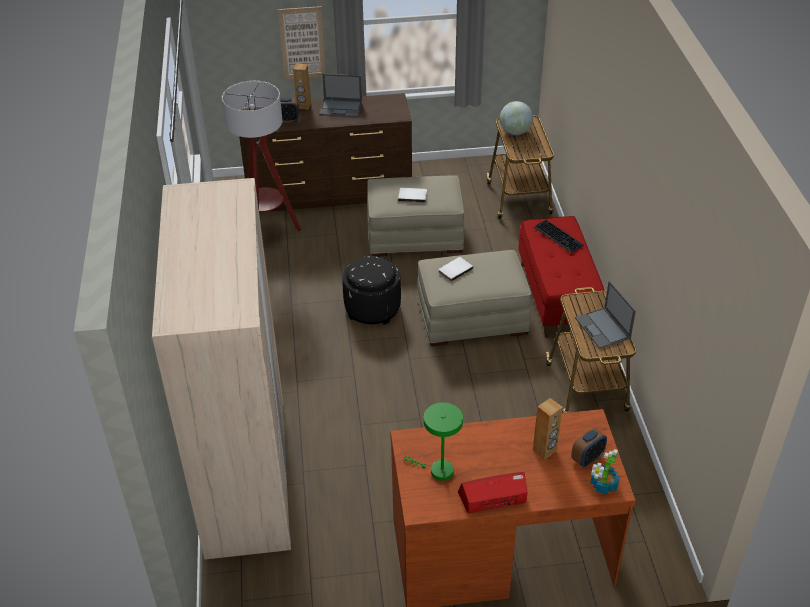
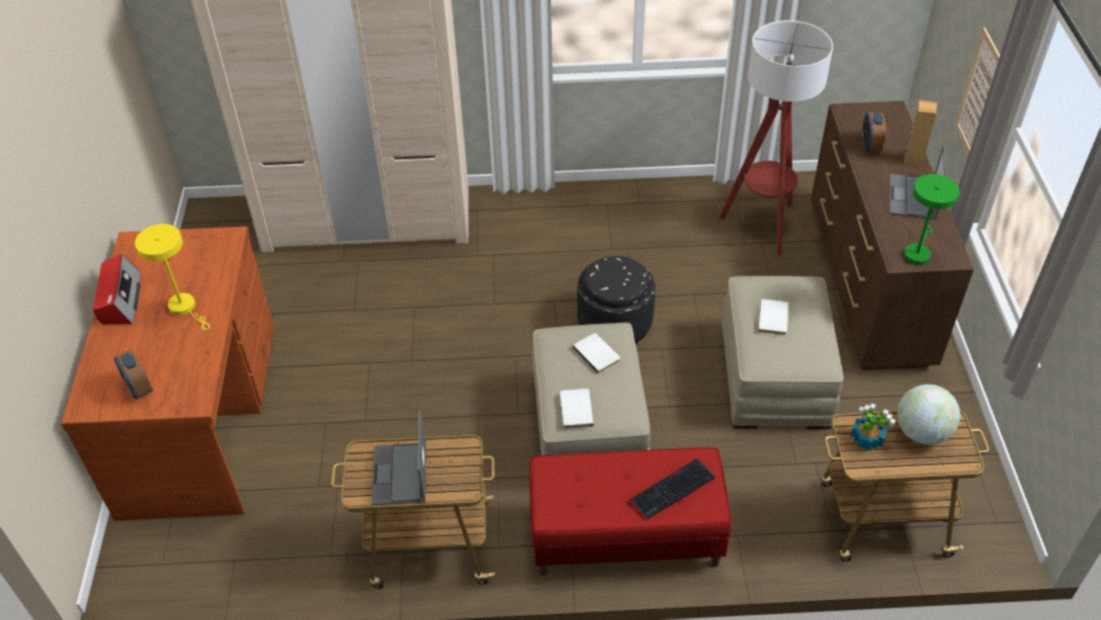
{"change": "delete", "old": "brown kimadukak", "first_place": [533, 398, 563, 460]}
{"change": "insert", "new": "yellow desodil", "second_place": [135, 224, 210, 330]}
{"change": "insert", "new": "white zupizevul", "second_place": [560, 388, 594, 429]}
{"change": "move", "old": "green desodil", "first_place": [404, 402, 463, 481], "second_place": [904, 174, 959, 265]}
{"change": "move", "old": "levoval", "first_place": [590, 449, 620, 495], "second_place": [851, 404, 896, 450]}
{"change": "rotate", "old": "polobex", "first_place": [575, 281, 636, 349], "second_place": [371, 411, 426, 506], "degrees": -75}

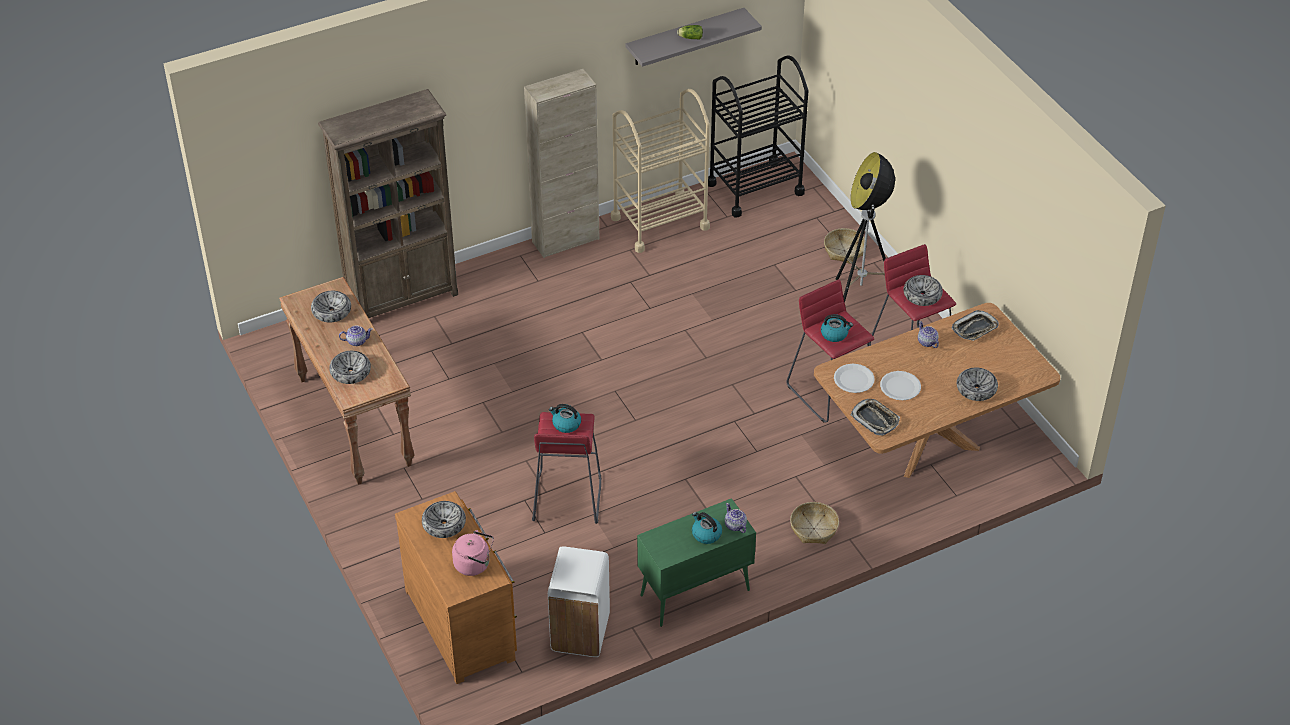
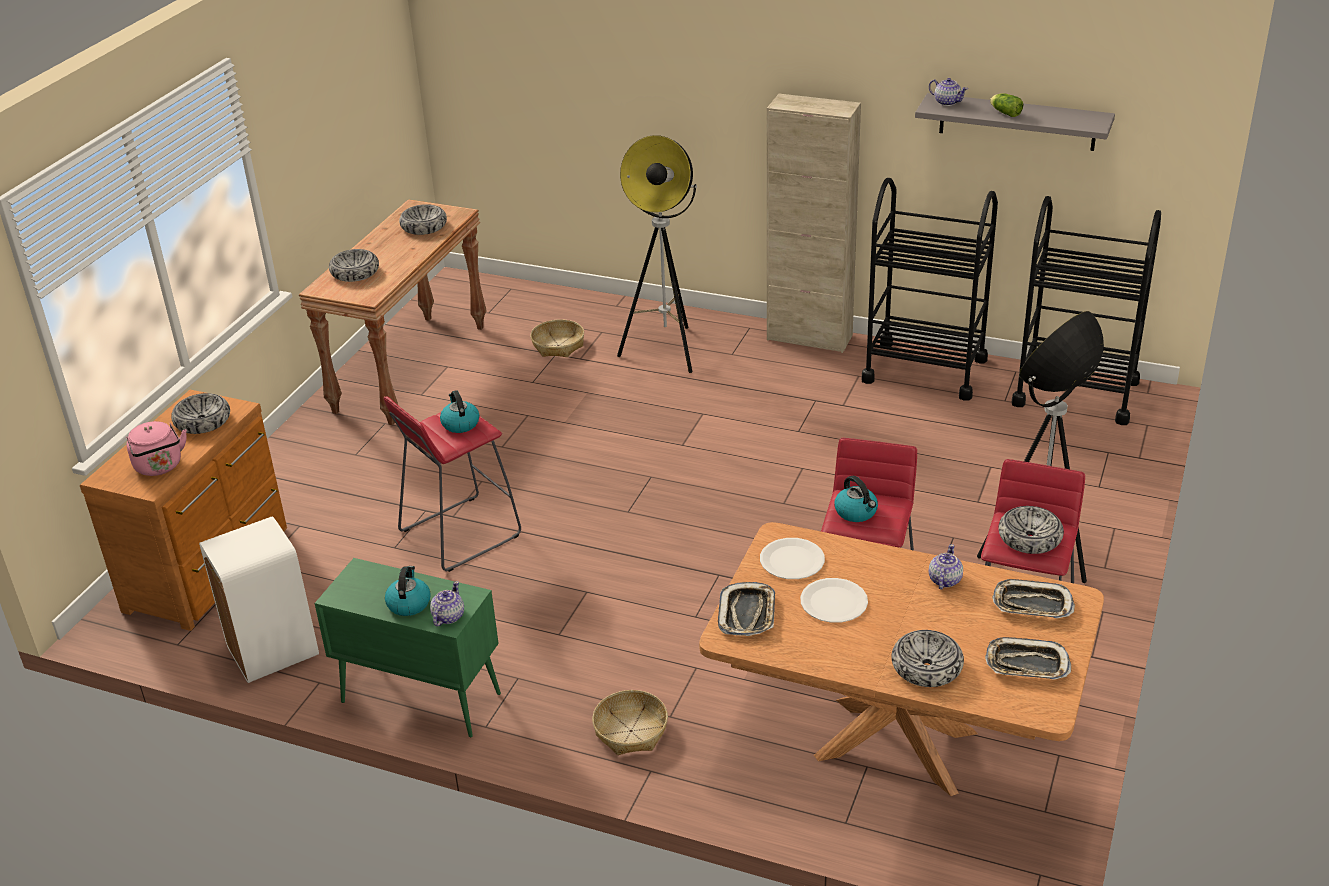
{"change": "delete", "old": "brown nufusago", "first_place": [318, 89, 458, 318]}
{"change": "insert", "new": "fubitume", "second_place": [617, 135, 697, 373]}
{"change": "insert", "new": "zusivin", "second_place": [985, 637, 1071, 680]}
{"change": "move", "old": "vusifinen", "first_place": [339, 325, 373, 346], "second_place": [929, 78, 968, 106]}
{"change": "move", "old": "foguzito", "first_place": [824, 228, 865, 264], "second_place": [530, 319, 584, 357]}
{"change": "recolor", "old": "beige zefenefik", "new": "black zefenefik", "first_place": [611, 89, 710, 253], "second_place": [862, 178, 998, 401]}

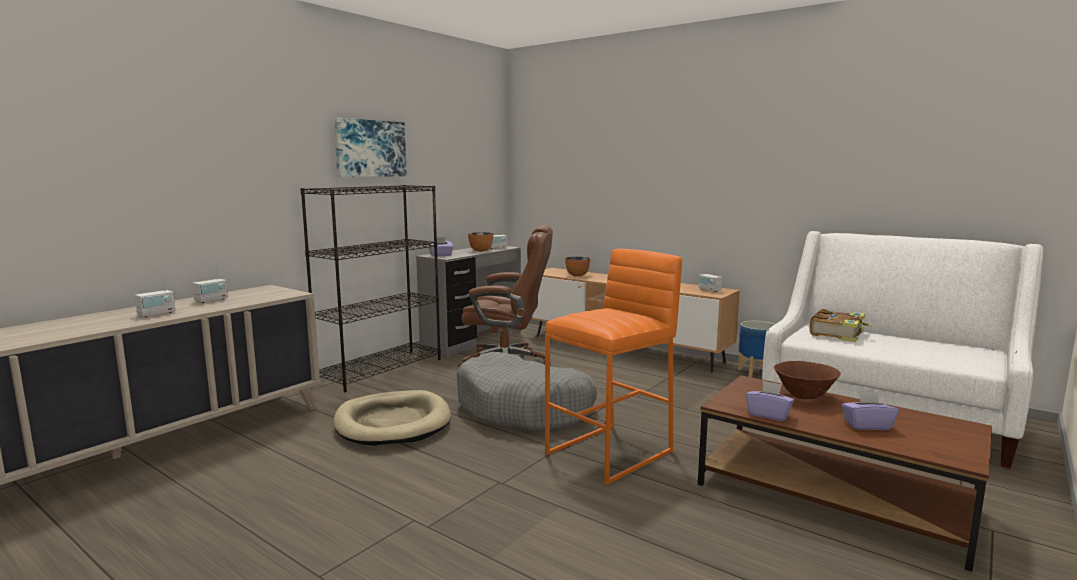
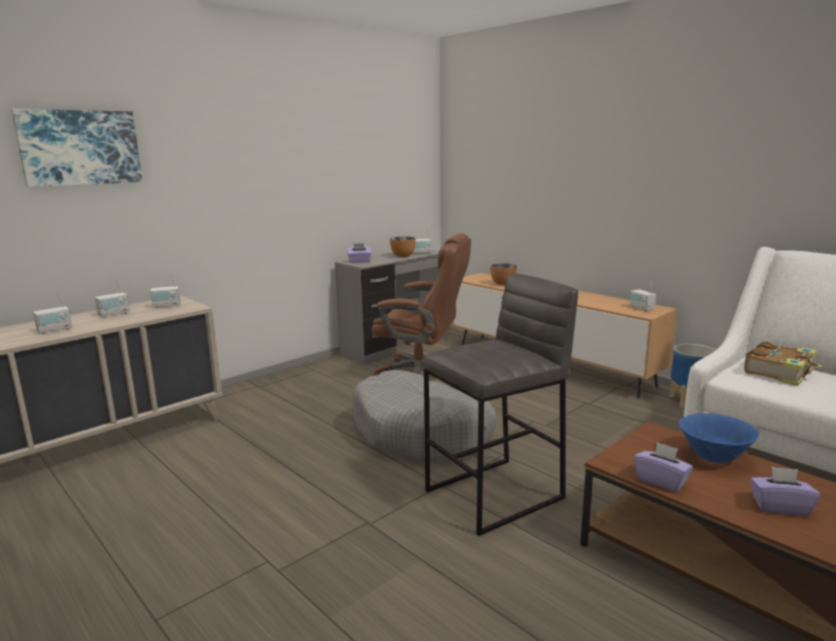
{"change": "delete", "old": "black nufusago", "first_place": [300, 185, 441, 392]}
{"change": "delete", "old": "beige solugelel", "first_place": [333, 390, 451, 446]}
{"change": "insert", "new": "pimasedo", "second_place": [150, 273, 181, 308]}
{"change": "move", "old": "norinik", "first_place": [334, 118, 407, 177], "second_place": [11, 109, 142, 187]}
{"change": "recolor", "old": "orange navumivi", "new": "grey navumivi", "first_place": [545, 249, 682, 485], "second_place": [424, 273, 578, 536]}
{"change": "recolor", "old": "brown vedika", "new": "blue vedika", "first_place": [774, 361, 841, 399], "second_place": [679, 413, 759, 462]}

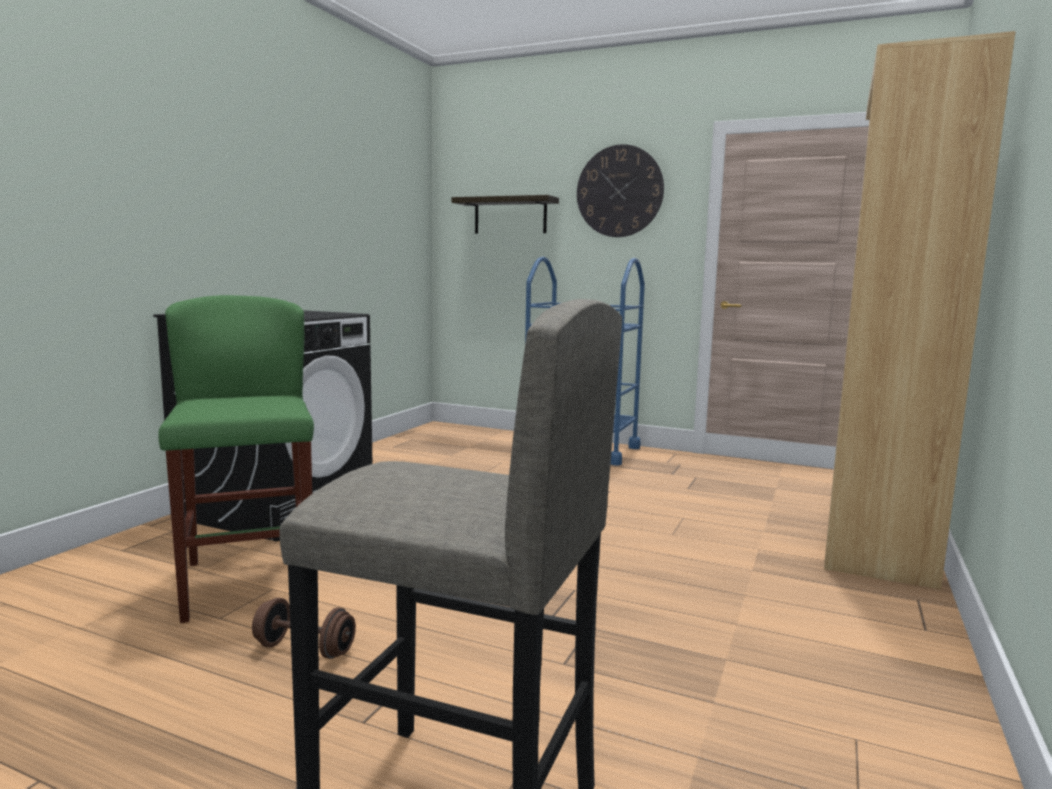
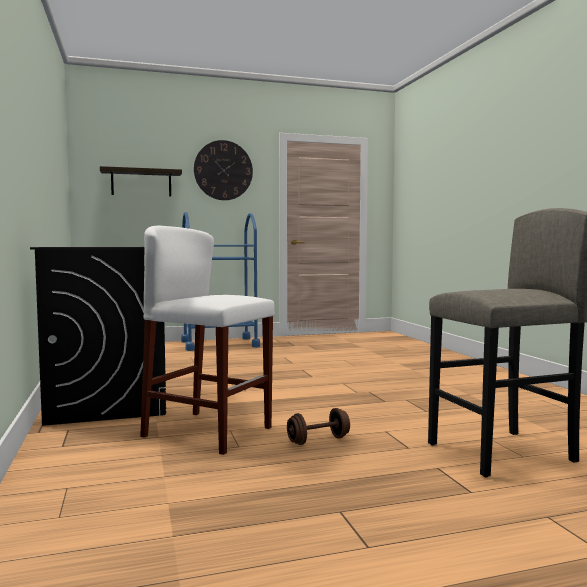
{"change": "delete", "old": "brown nufusago", "first_place": [824, 31, 1016, 590]}
{"change": "recolor", "old": "green navumivi", "new": "white navumivi", "first_place": [158, 295, 314, 623], "second_place": [140, 226, 275, 455]}

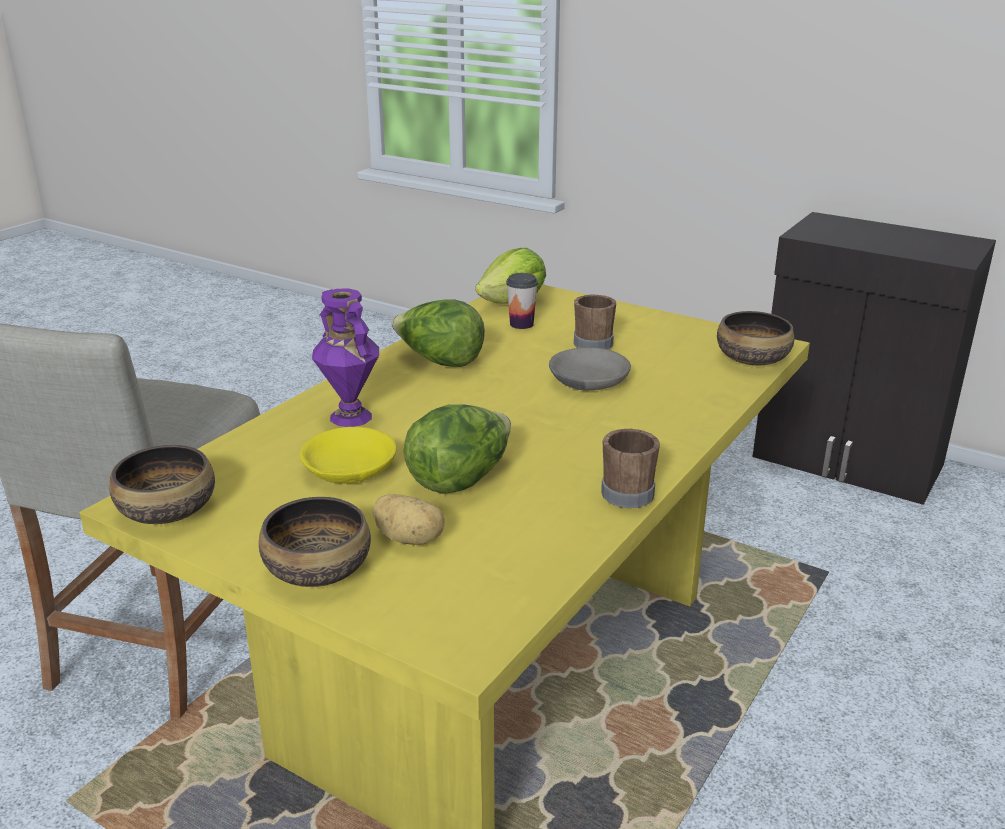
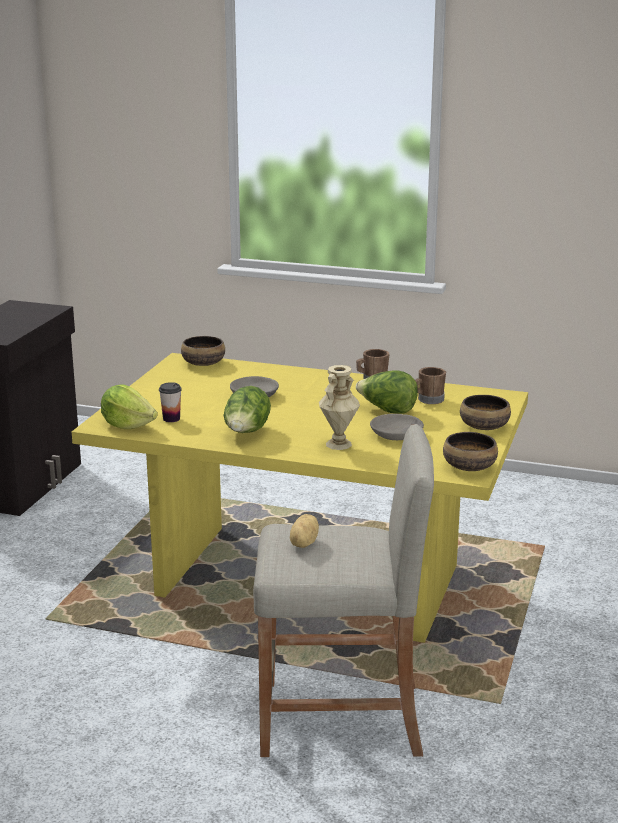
{"change": "move", "old": "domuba", "first_place": [373, 494, 445, 545], "second_place": [290, 514, 319, 548]}
{"change": "move", "old": "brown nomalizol", "first_place": [574, 295, 616, 349], "second_place": [415, 367, 446, 404]}
{"change": "recolor", "old": "yellow vedika", "new": "grey vedika", "first_place": [300, 427, 397, 484], "second_place": [370, 414, 424, 440]}
{"change": "recolor", "old": "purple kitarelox", "new": "beige kitarelox", "first_place": [312, 288, 379, 427], "second_place": [319, 365, 360, 450]}

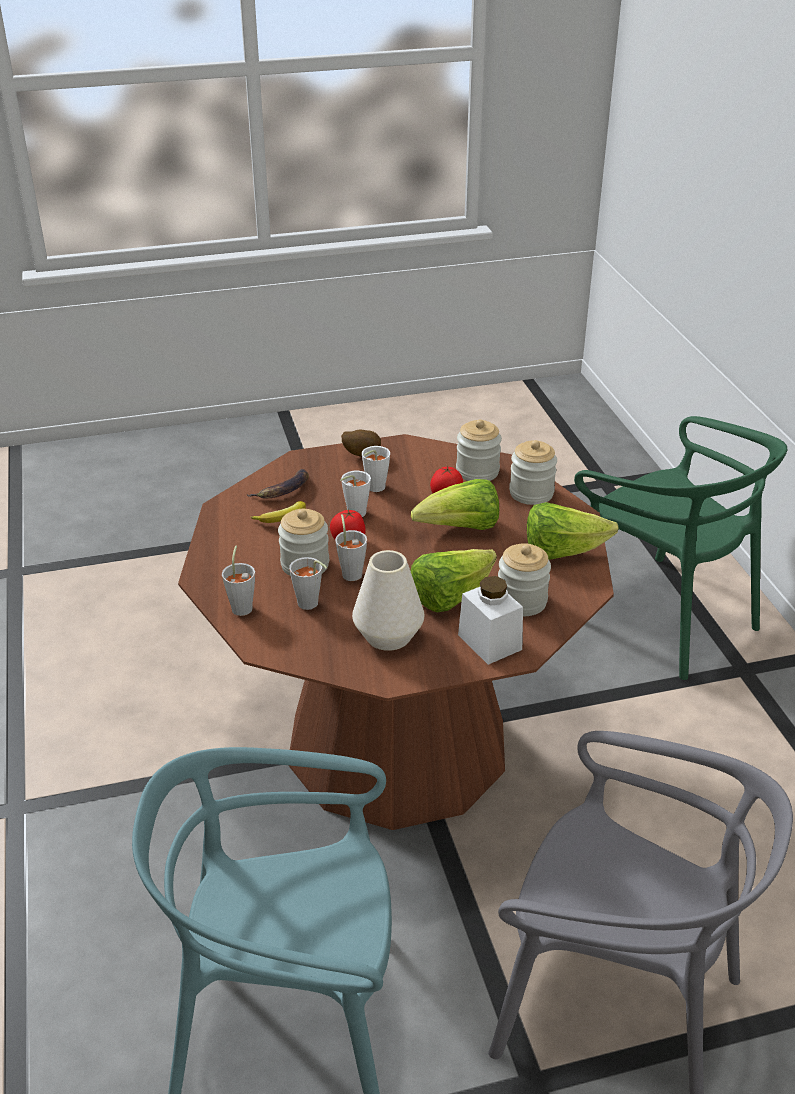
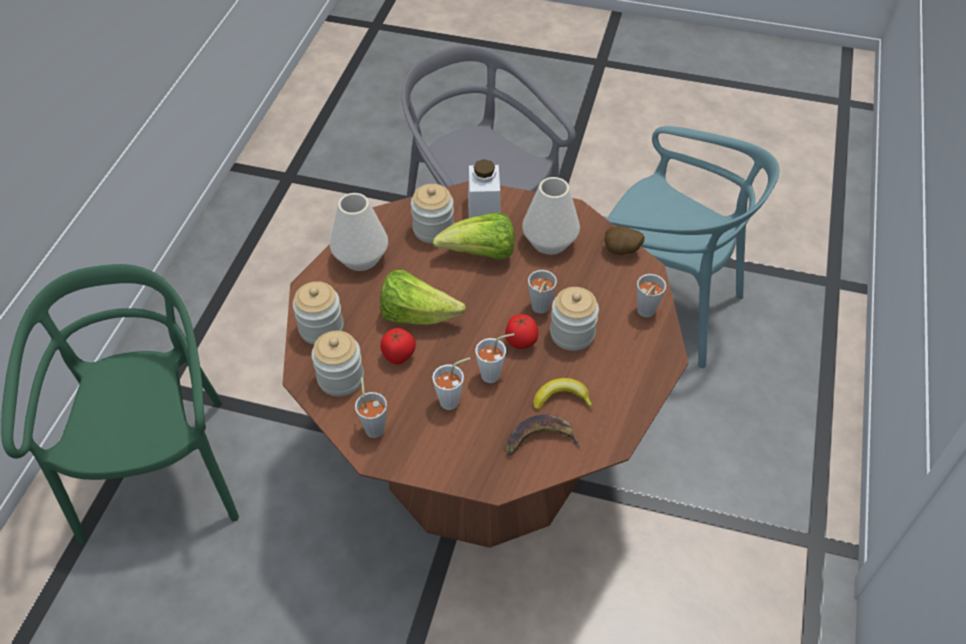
{"change": "move", "old": "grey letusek", "first_place": [289, 557, 327, 610], "second_place": [355, 377, 387, 438]}
{"change": "move", "old": "domuba", "first_place": [341, 429, 381, 457], "second_place": [605, 226, 645, 255]}
{"change": "replace", "old": "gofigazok", "new": "white kitarelox", "first_place": [527, 502, 619, 560], "second_place": [330, 193, 388, 271]}

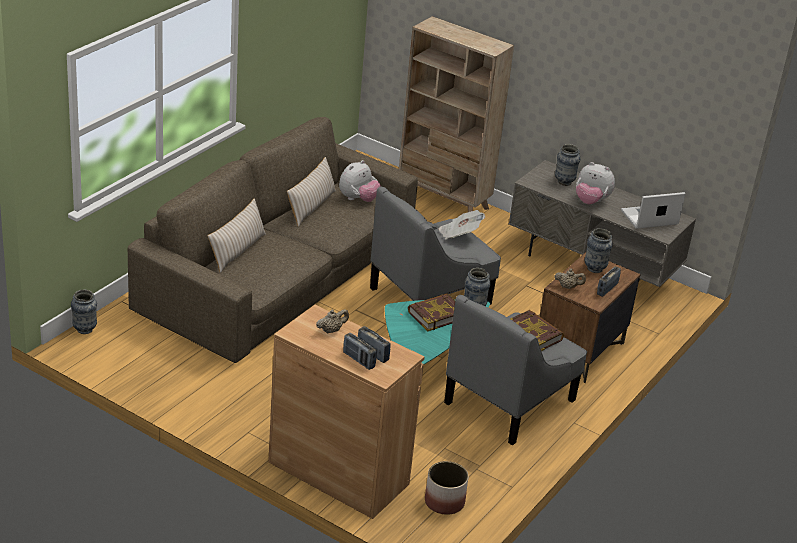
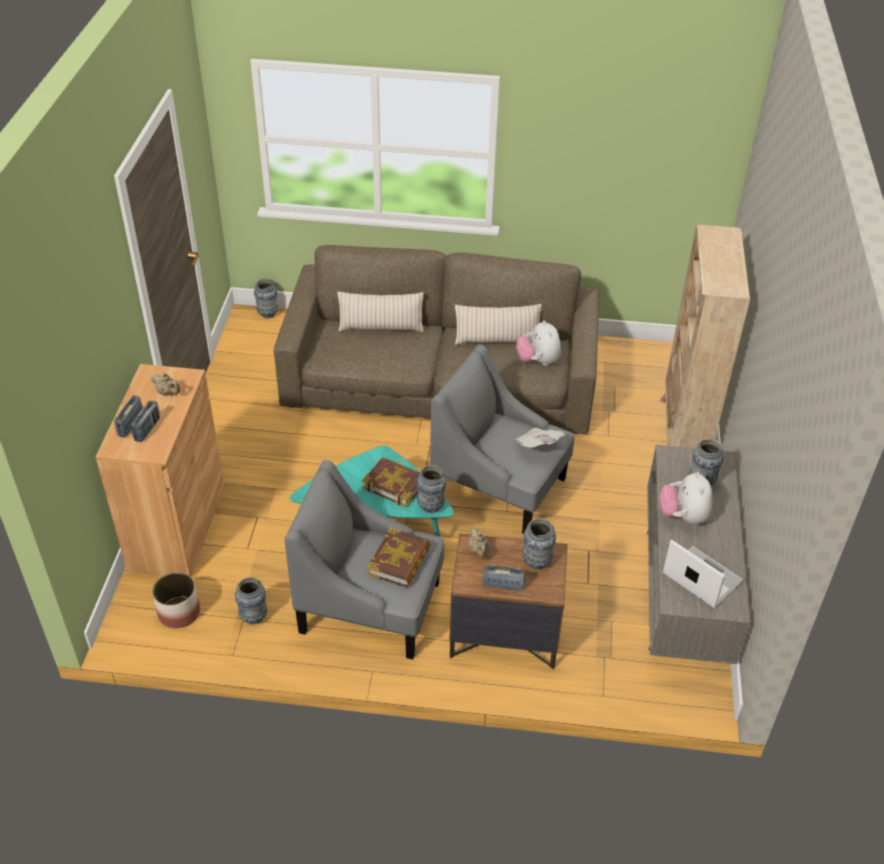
{"change": "insert", "new": "kitarelox", "second_place": [235, 577, 267, 624]}
{"change": "rotate", "old": "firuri", "first_place": [339, 160, 381, 202], "second_place": [516, 320, 561, 366], "degrees": 60}

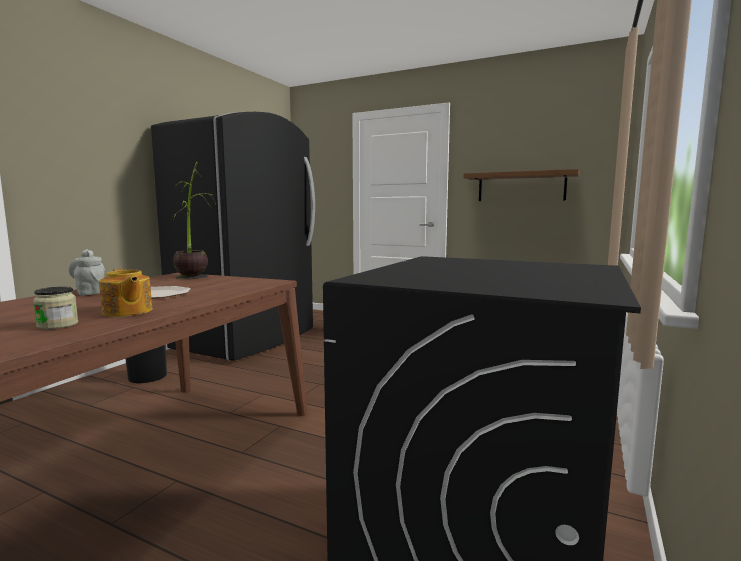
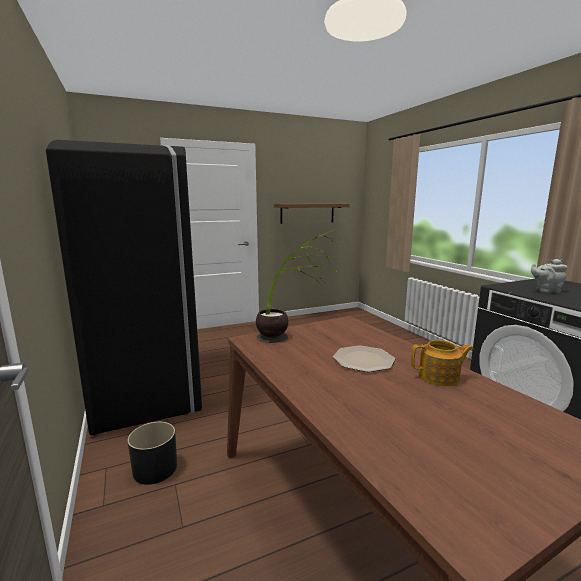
{"change": "delete", "old": "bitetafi", "first_place": [33, 287, 78, 329]}
{"change": "move", "old": "grey vusifinen", "first_place": [69, 249, 105, 296], "second_place": [531, 259, 567, 293]}

